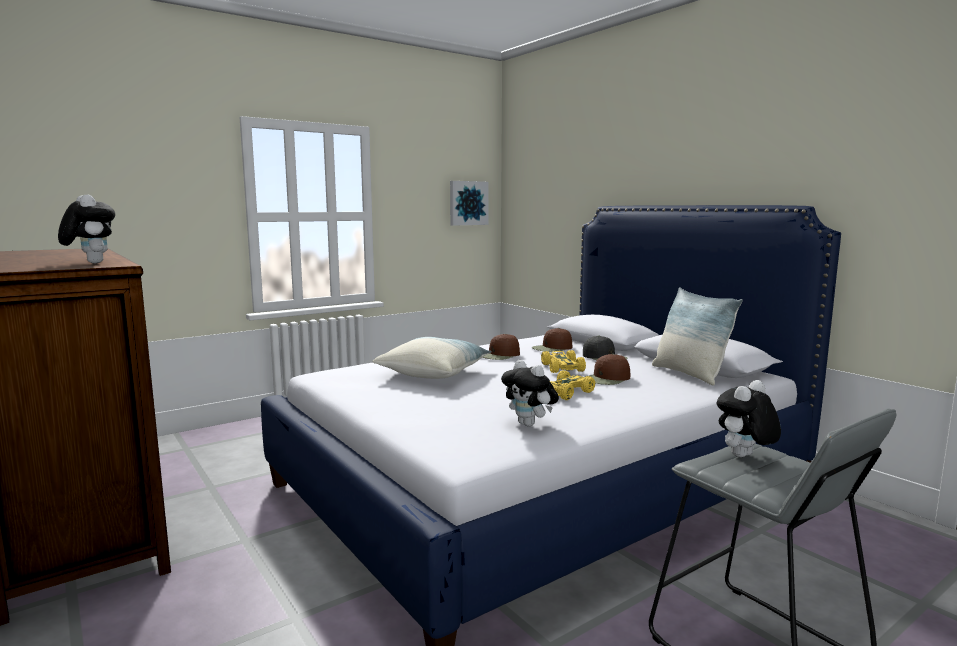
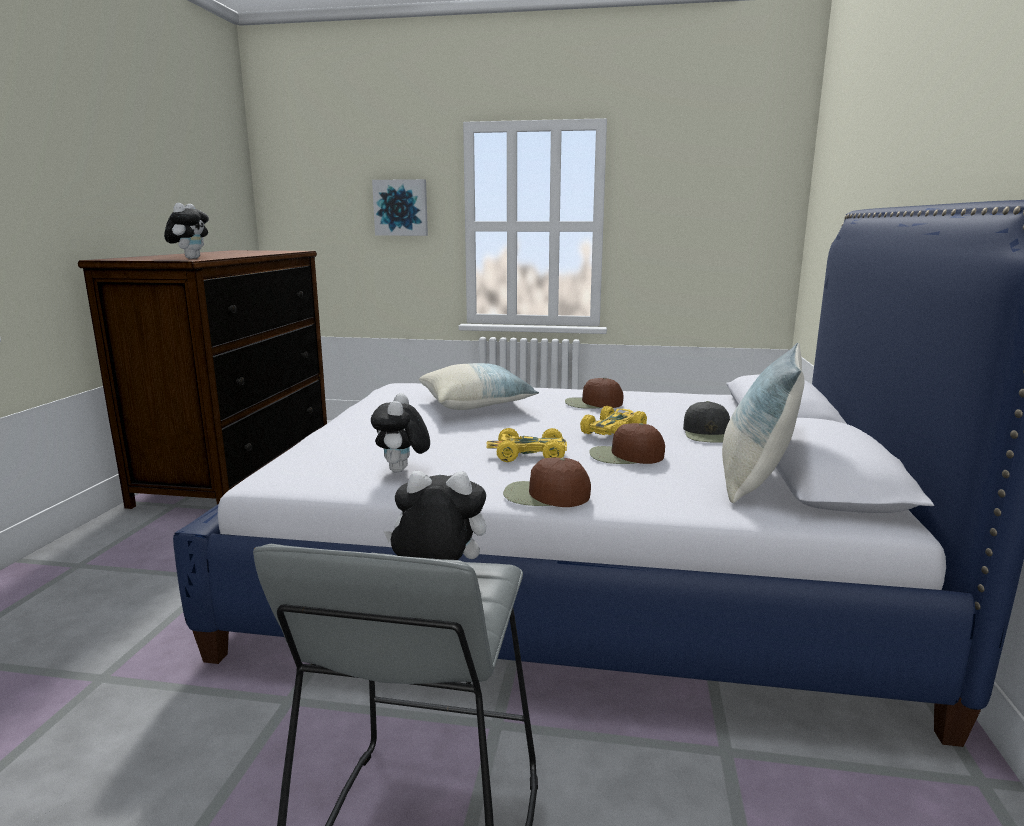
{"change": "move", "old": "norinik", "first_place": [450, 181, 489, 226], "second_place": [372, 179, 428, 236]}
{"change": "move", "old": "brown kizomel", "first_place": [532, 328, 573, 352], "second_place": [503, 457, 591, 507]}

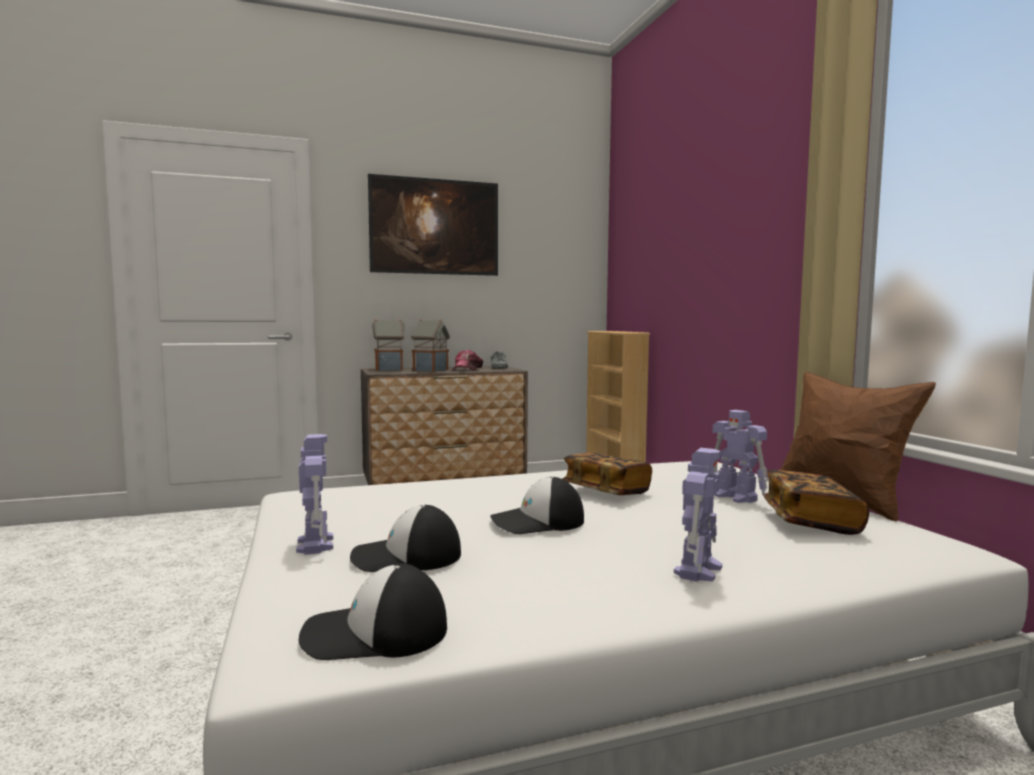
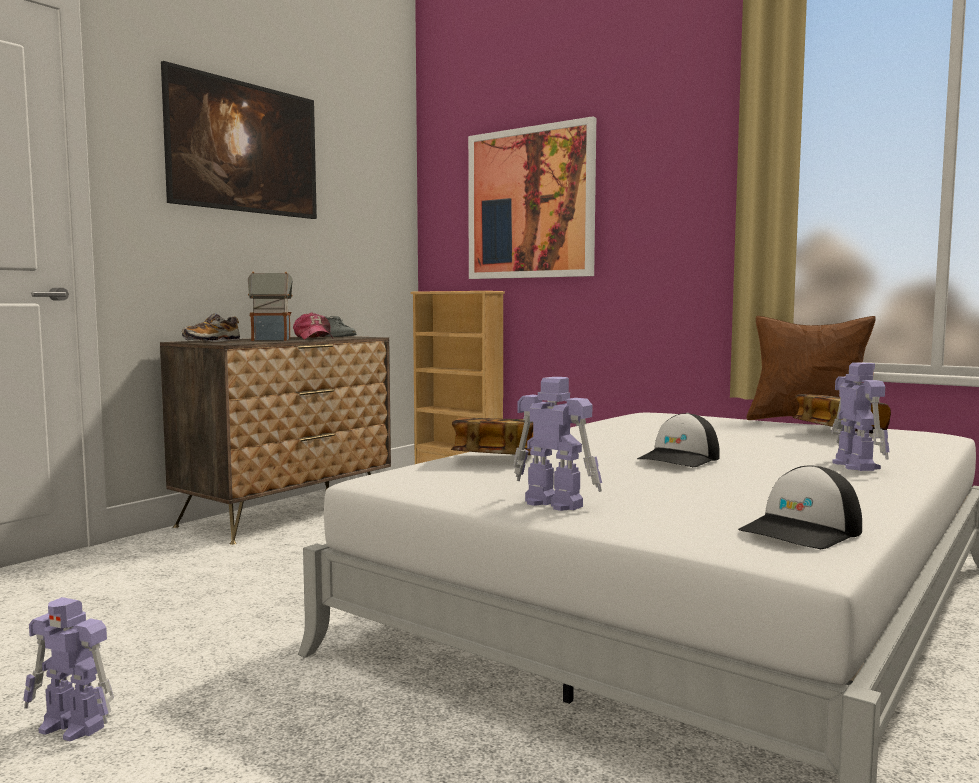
{"change": "delete", "old": "kizomel", "first_place": [350, 505, 461, 572]}
{"change": "insert", "new": "norinik", "second_place": [468, 116, 596, 279]}
{"change": "move", "old": "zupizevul", "first_place": [563, 453, 652, 495], "second_place": [451, 418, 533, 455]}
{"change": "move", "old": "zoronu", "first_place": [713, 410, 768, 503], "second_place": [23, 597, 114, 741]}
{"change": "replace", "old": "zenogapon", "new": "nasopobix", "first_place": [372, 319, 405, 371], "second_place": [182, 313, 240, 342]}

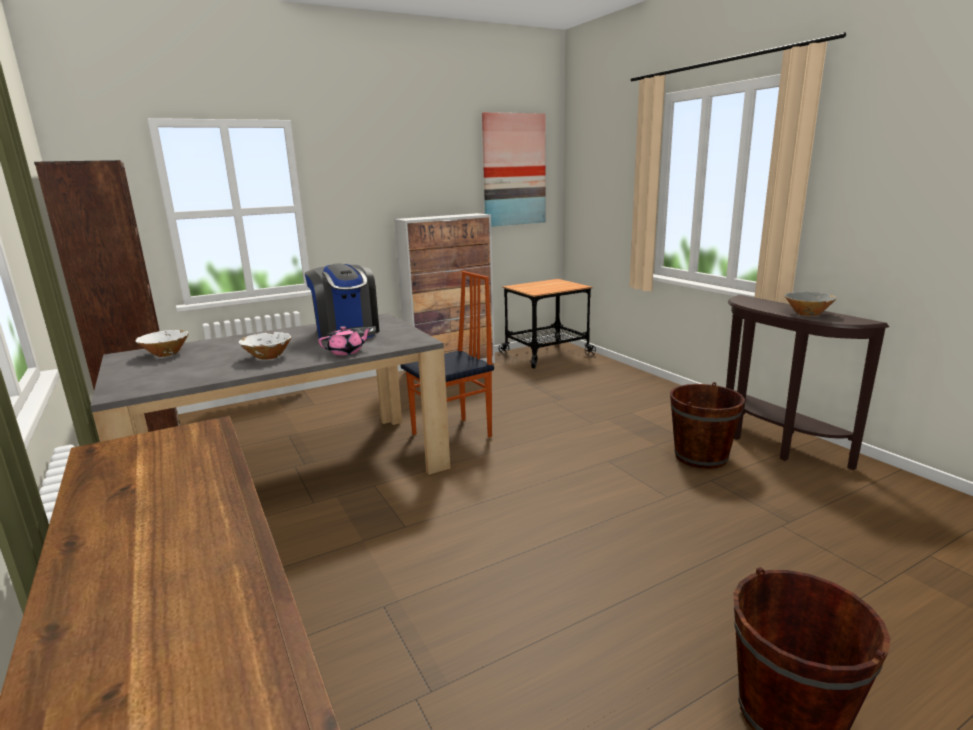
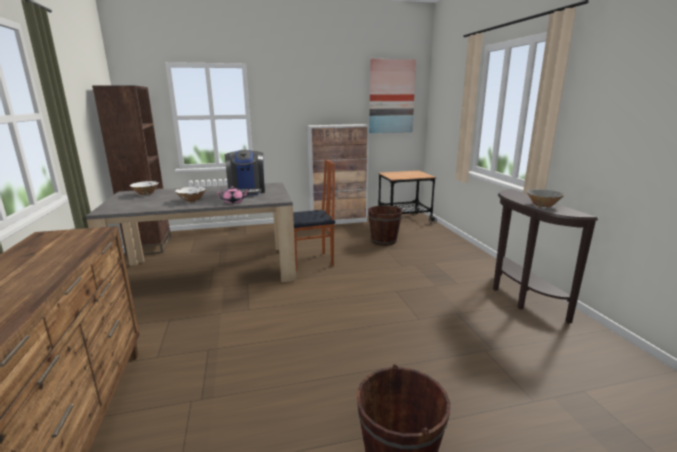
{"change": "move", "old": "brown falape", "first_place": [670, 382, 745, 469], "second_place": [368, 205, 403, 245]}

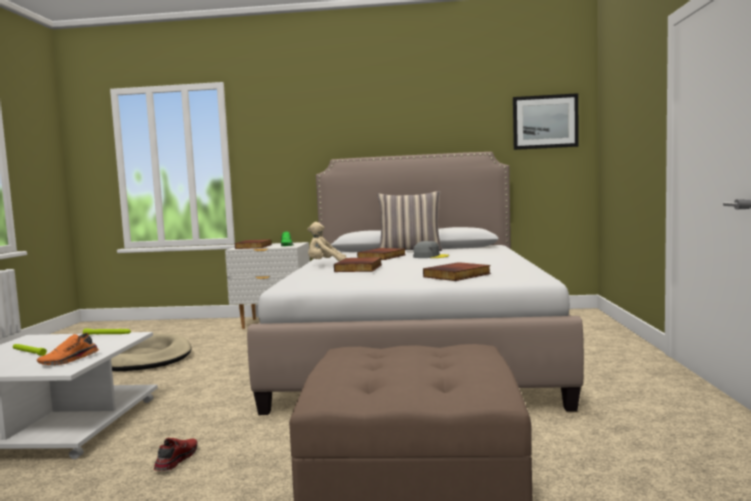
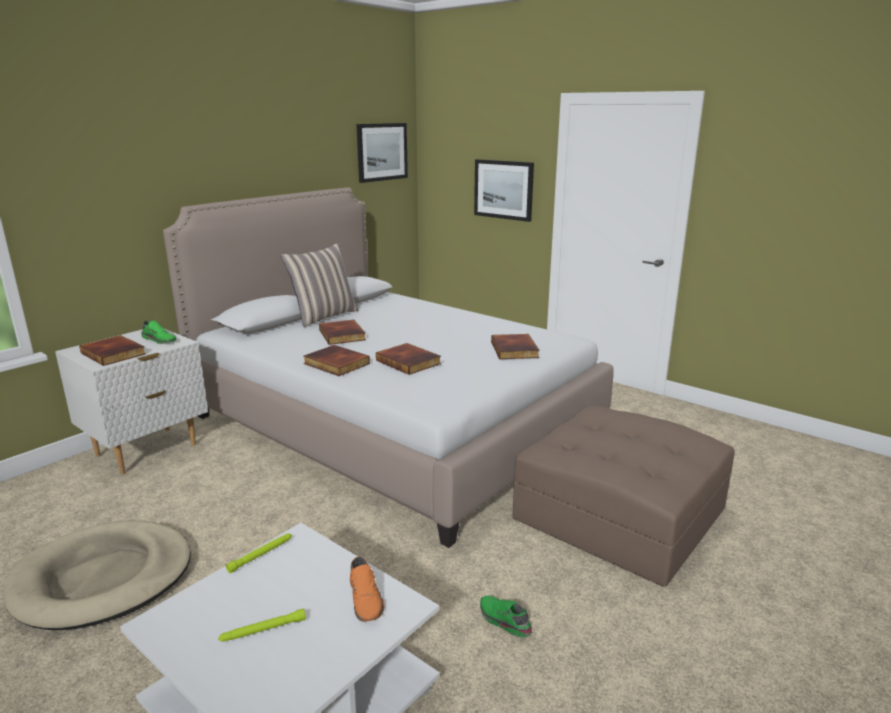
{"change": "delete", "old": "grey kizomel", "first_place": [413, 241, 449, 258]}
{"change": "insert", "new": "norinik", "second_place": [474, 159, 534, 222]}
{"change": "replace", "old": "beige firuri", "new": "zupizevul", "first_place": [307, 222, 346, 261], "second_place": [304, 345, 370, 376]}
{"change": "recolor", "old": "red nasopobix", "new": "green nasopobix", "first_place": [154, 438, 198, 471], "second_place": [480, 596, 532, 638]}

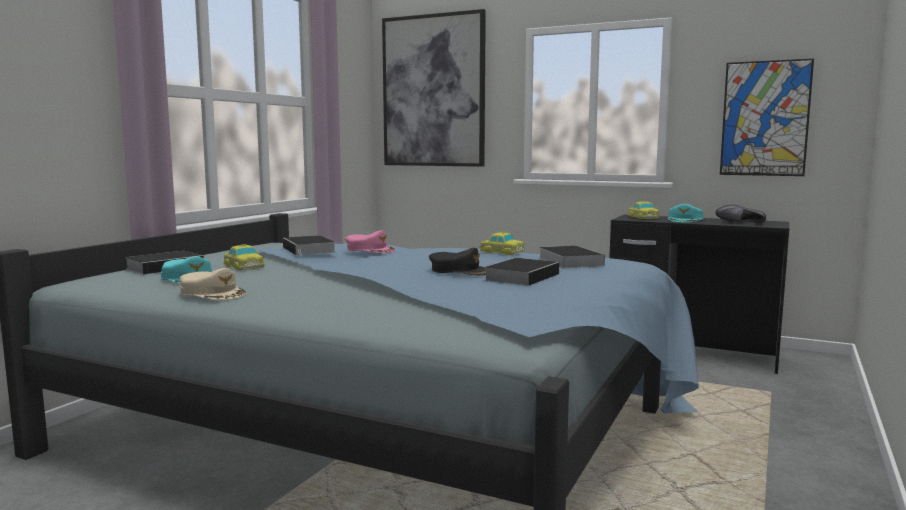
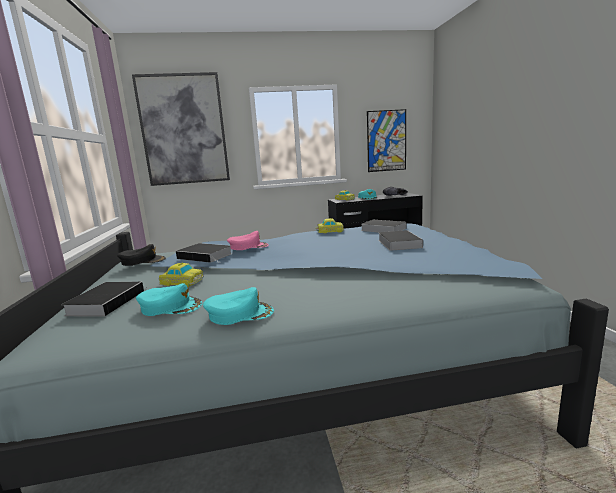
{"change": "move", "old": "black kizomel", "first_place": [429, 248, 486, 275], "second_place": [117, 244, 166, 266]}
{"change": "recolor", "old": "beige kizomel", "new": "turquoise kizomel", "first_place": [180, 268, 246, 300], "second_place": [203, 287, 274, 325]}

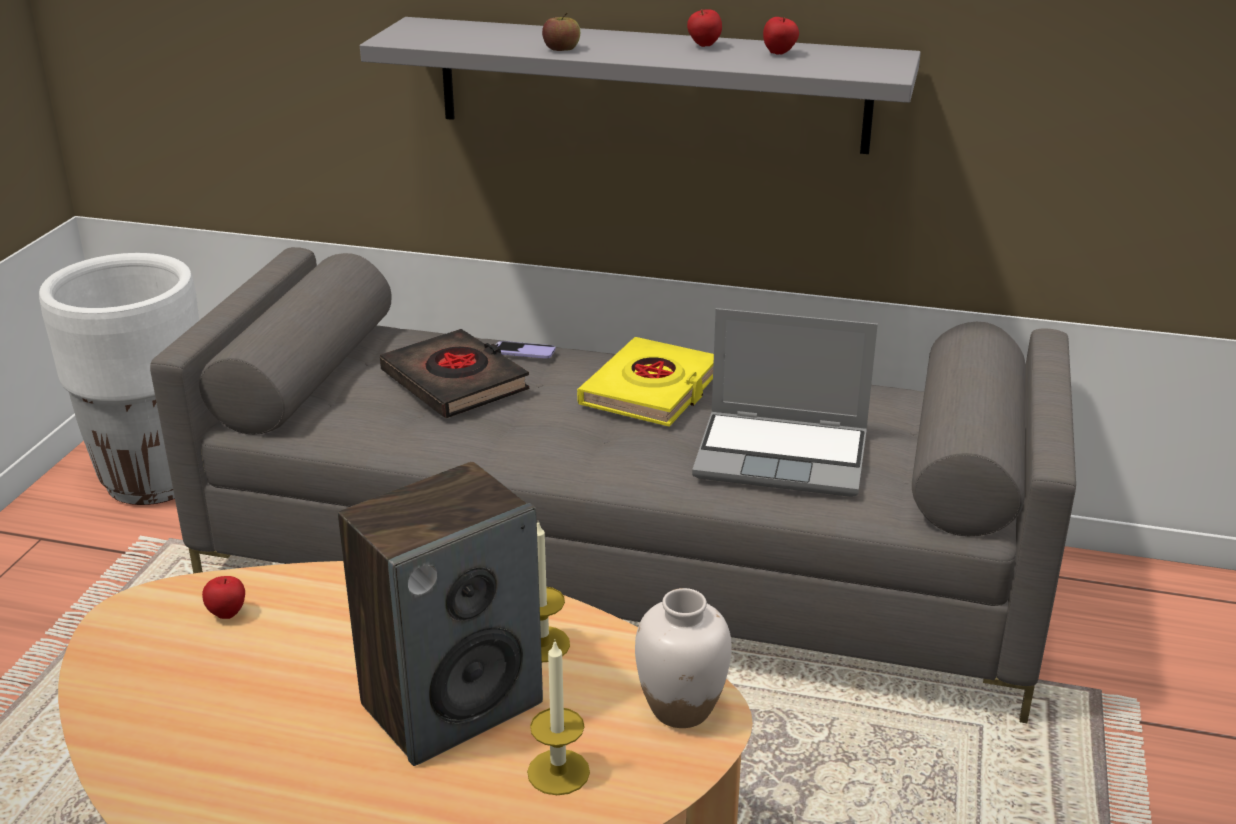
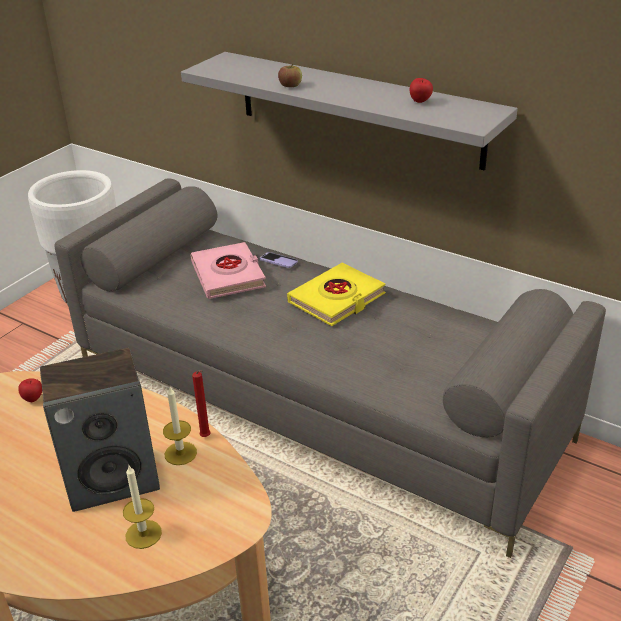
{"change": "delete", "old": "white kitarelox", "first_place": [635, 588, 732, 728]}
{"change": "delete", "old": "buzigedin", "first_place": [687, 9, 722, 47]}
{"change": "delete", "old": "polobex", "first_place": [692, 308, 878, 497]}
{"change": "insert", "new": "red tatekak", "second_place": [192, 370, 211, 437]}
{"change": "recolor", "old": "black zupizevul", "new": "pink zupizevul", "first_place": [380, 329, 529, 418], "second_place": [190, 242, 266, 299]}

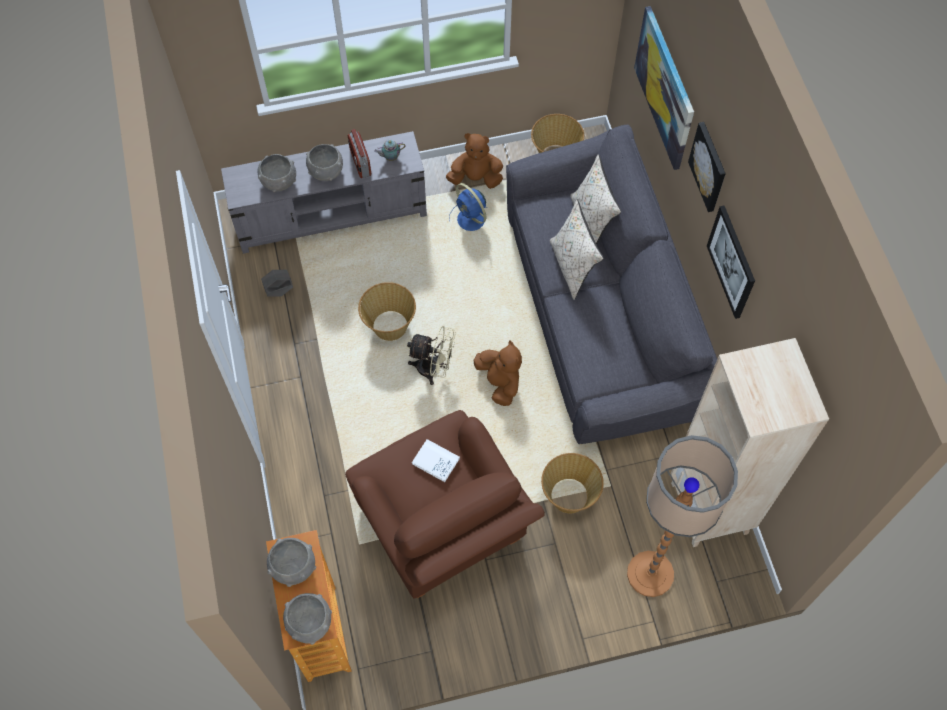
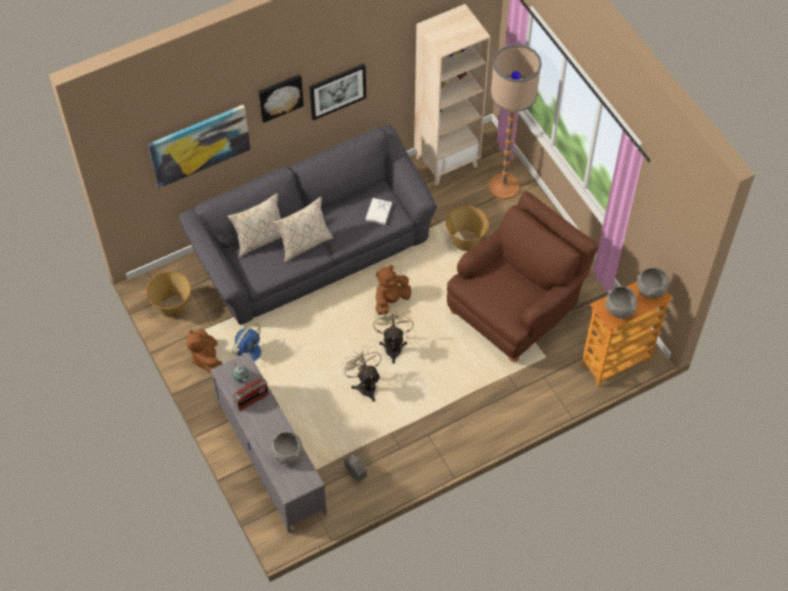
{"change": "delete", "old": "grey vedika", "first_place": [306, 144, 343, 181]}
{"change": "move", "old": "white zupizevul", "first_place": [412, 439, 460, 482], "second_place": [365, 198, 392, 225]}
{"change": "replace", "old": "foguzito", "new": "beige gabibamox", "first_place": [358, 282, 416, 341], "second_place": [341, 346, 382, 402]}

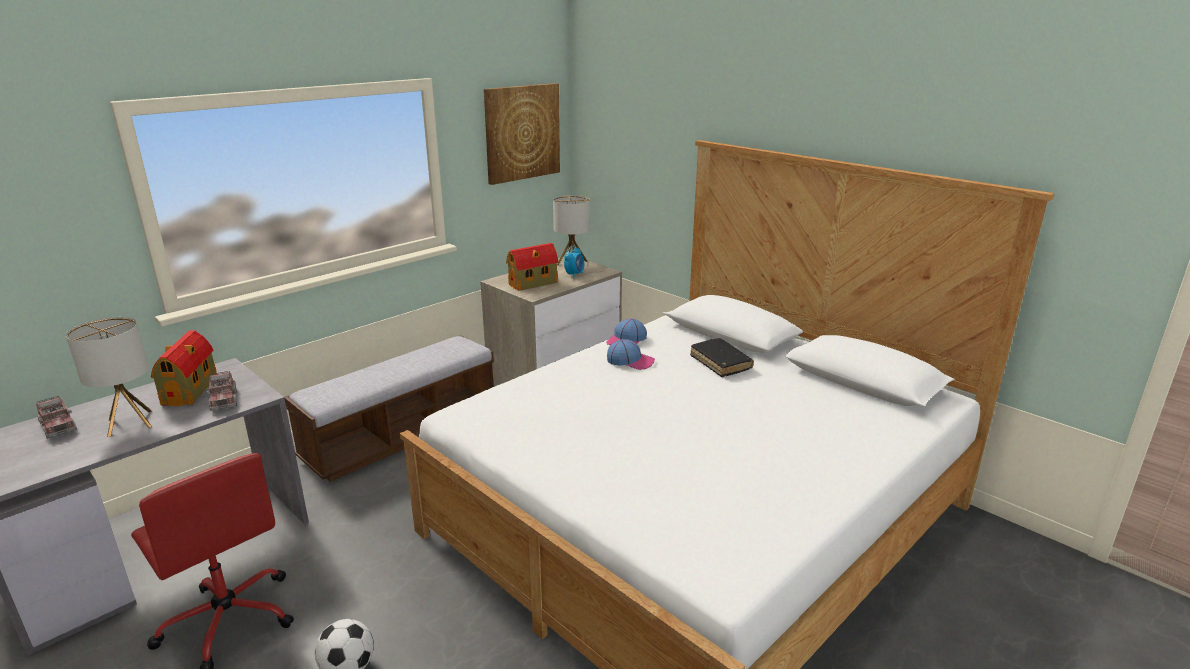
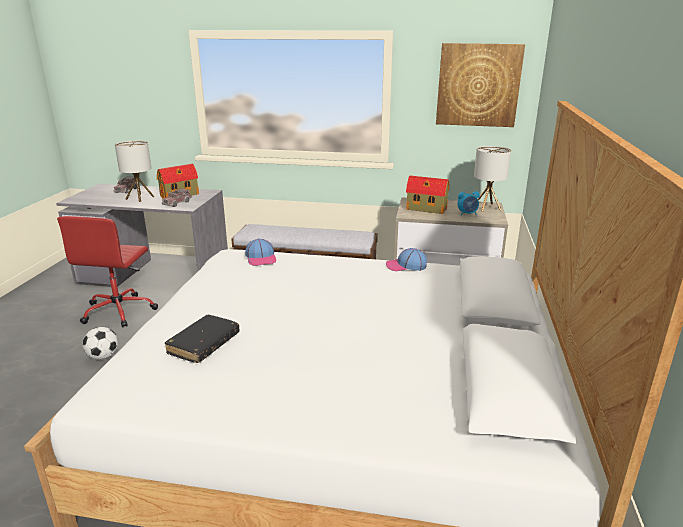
{"change": "move", "old": "kizomel", "first_place": [607, 339, 655, 370], "second_place": [245, 238, 276, 266]}
{"change": "move", "old": "black zupizevul", "first_place": [690, 338, 754, 377], "second_place": [164, 315, 239, 363]}

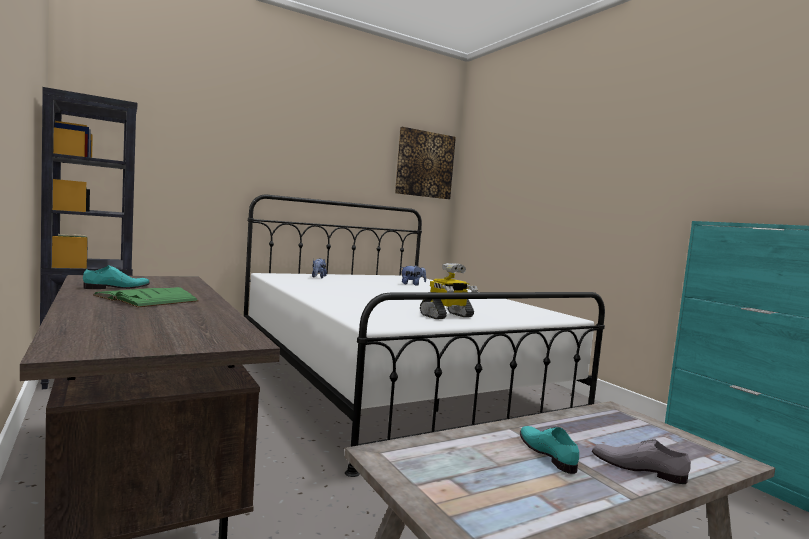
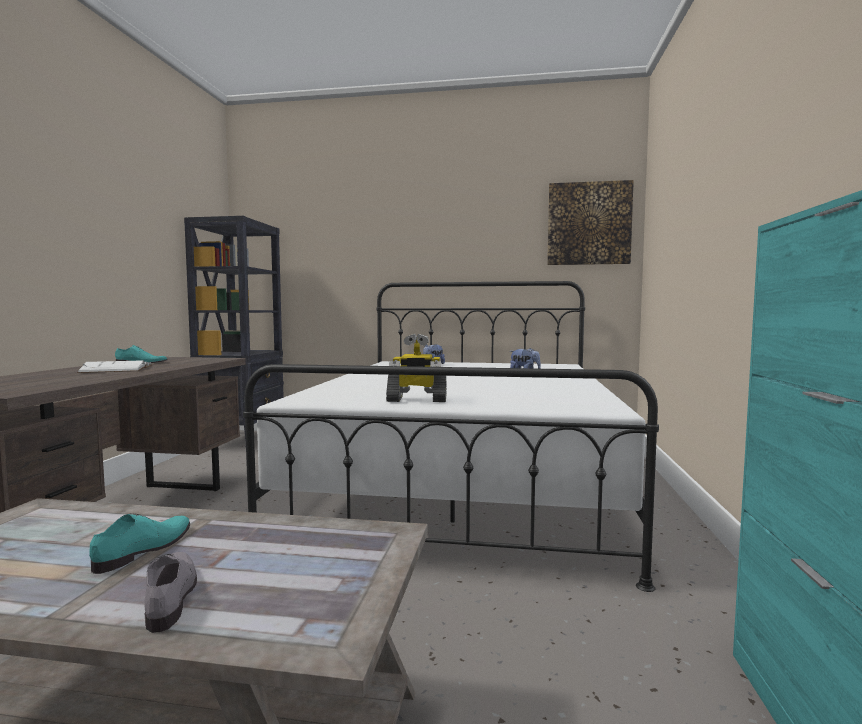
{"change": "recolor", "old": "green zupizevul", "new": "white zupizevul", "first_place": [94, 287, 199, 308], "second_place": [77, 360, 151, 373]}

